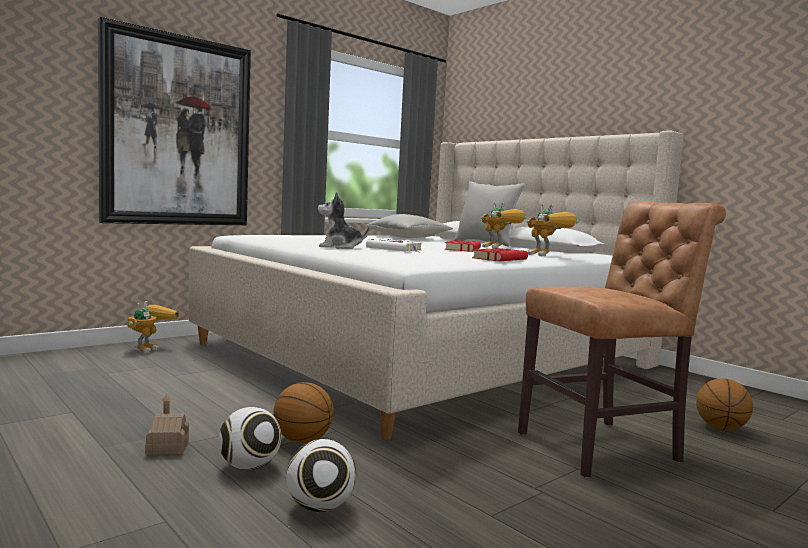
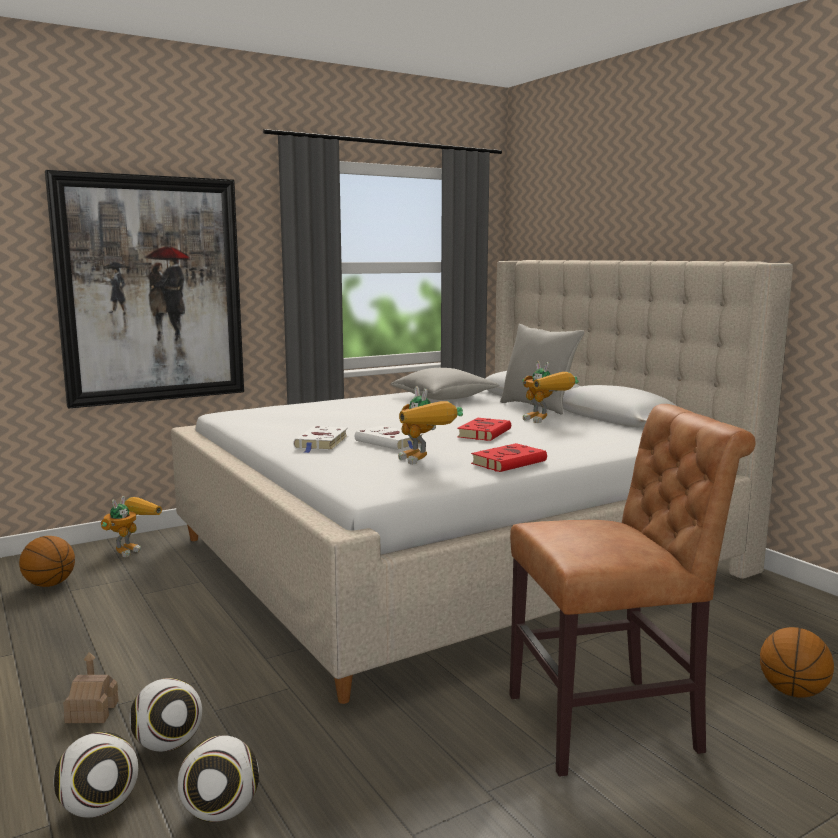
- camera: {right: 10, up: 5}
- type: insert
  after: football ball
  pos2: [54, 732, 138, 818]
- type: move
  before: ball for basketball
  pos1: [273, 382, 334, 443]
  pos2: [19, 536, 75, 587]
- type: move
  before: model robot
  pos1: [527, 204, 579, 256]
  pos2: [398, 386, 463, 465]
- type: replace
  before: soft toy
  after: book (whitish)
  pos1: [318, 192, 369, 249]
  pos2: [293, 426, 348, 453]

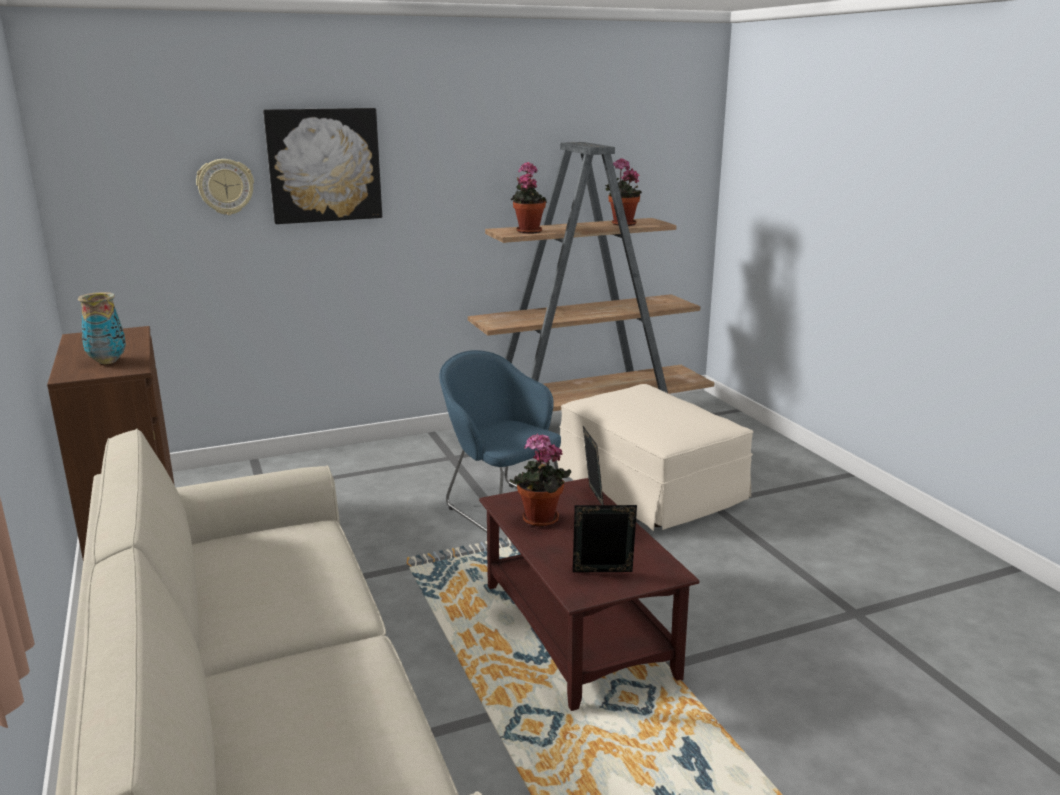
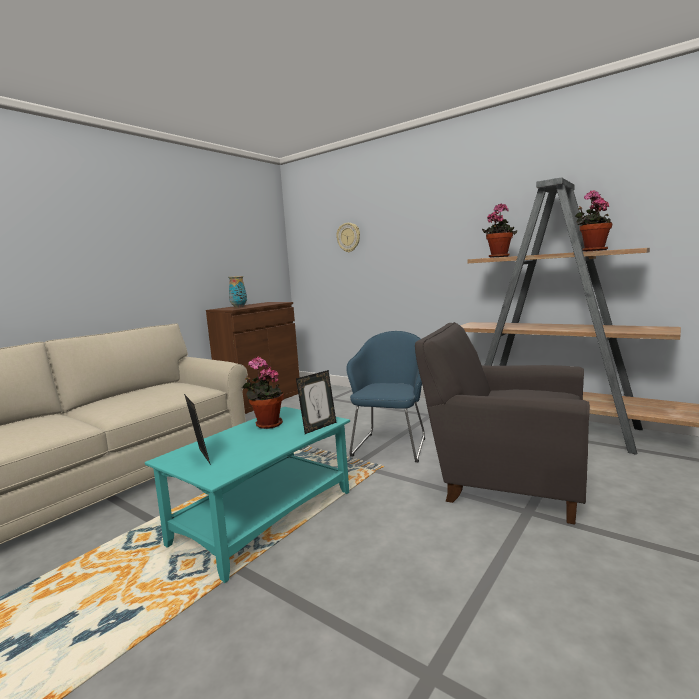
- camera: {right: 60, up: -10}
- type: delete
  before: wall art
  pos1: [263, 108, 382, 224]
- type: replace
  before: footrest (sand-coloured)
  after: easy chair (grey)
  pos1: [557, 384, 753, 531]
  pos2: [415, 322, 590, 525]
- type: recolor
  before: low table (brown)
  after: low table (turquoise-coloured)
  pos1: [479, 478, 699, 711]
  pos2: [145, 407, 350, 583]

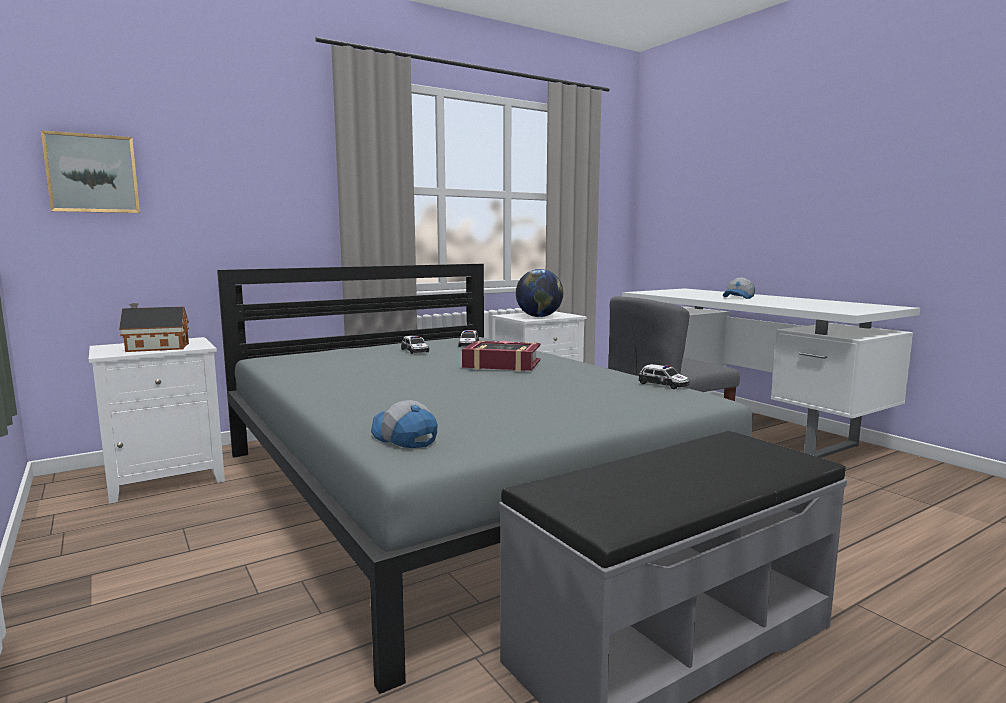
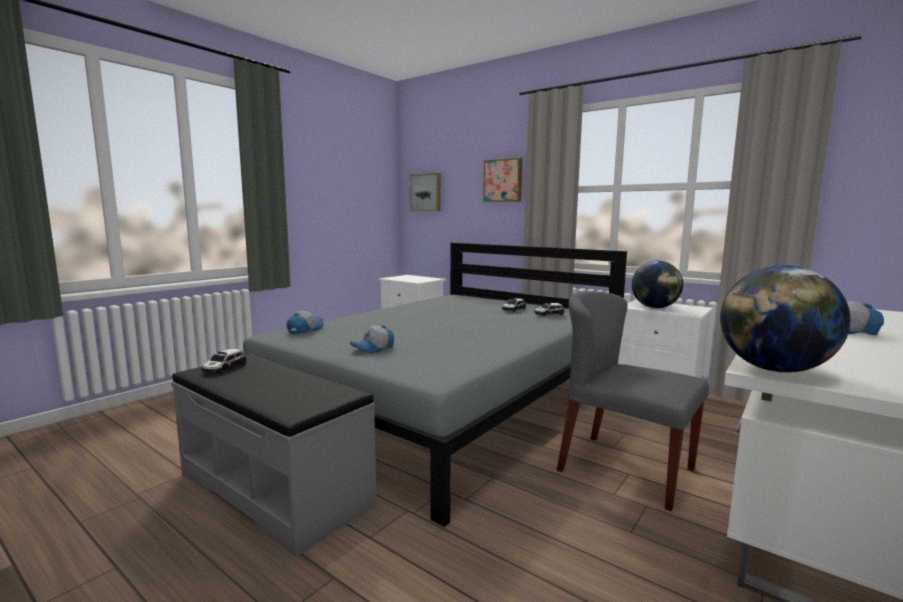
- camera: {right: 70, up: 0}
- type: delete
  before: miniature house
  pos1: [119, 303, 189, 352]
- type: delete
  before: book
  pos1: [462, 340, 541, 371]
- type: insert
  after: baseball cap
  pos2: [350, 325, 394, 353]
- type: insert
  after: wall art
  pos2: [483, 158, 522, 202]
- type: insert
  after: world globe
  pos2: [720, 265, 850, 373]
- type: move
  before: model car
  pos1: [639, 364, 690, 389]
  pos2: [201, 349, 246, 374]

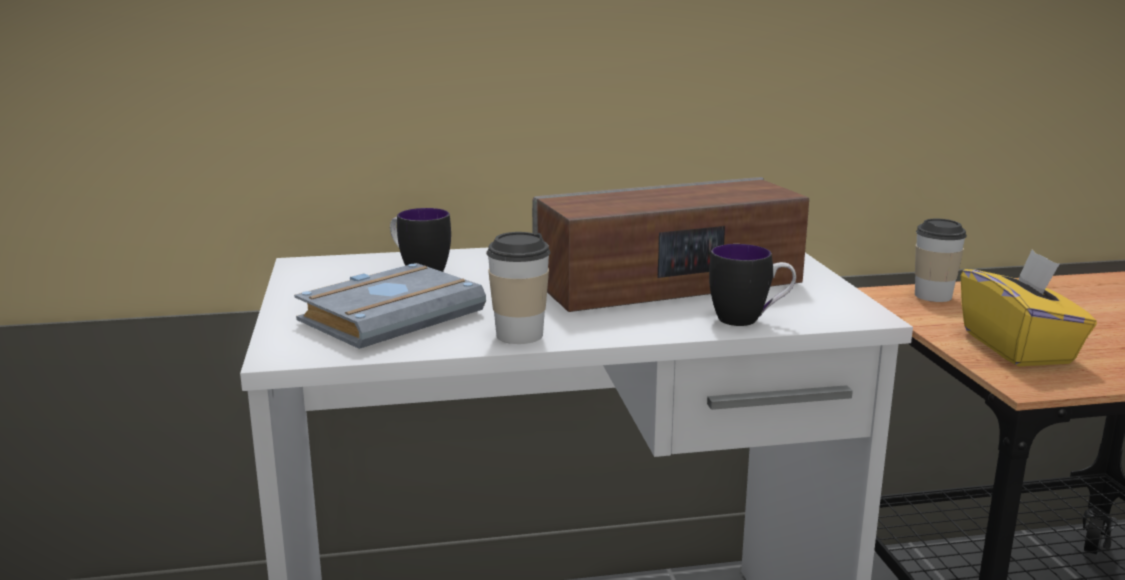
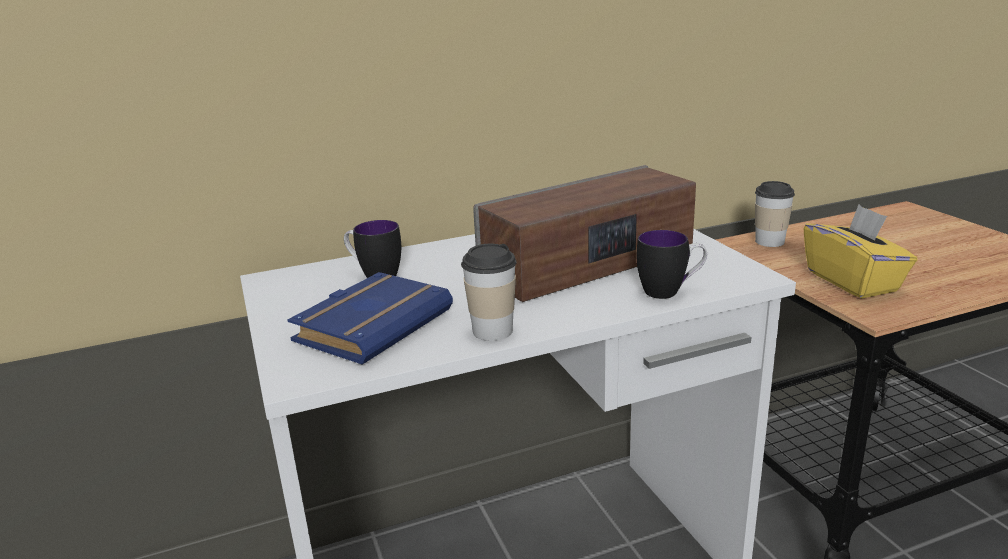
- camera: {right: -10, up: 5}
- type: recolor
  before: book (grey)
  after: book (bluish)
  pos1: [294, 263, 486, 349]
  pos2: [287, 272, 453, 365]

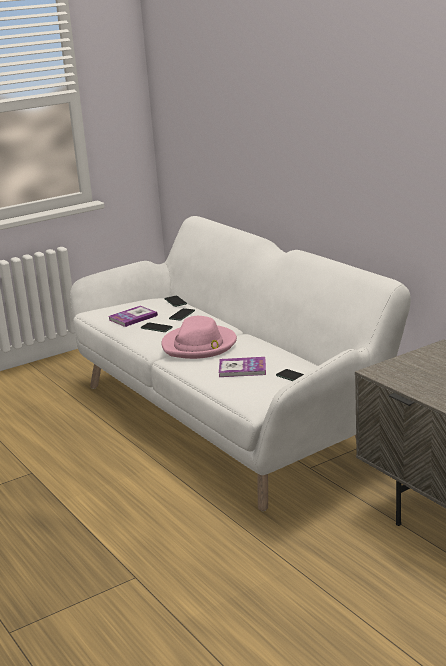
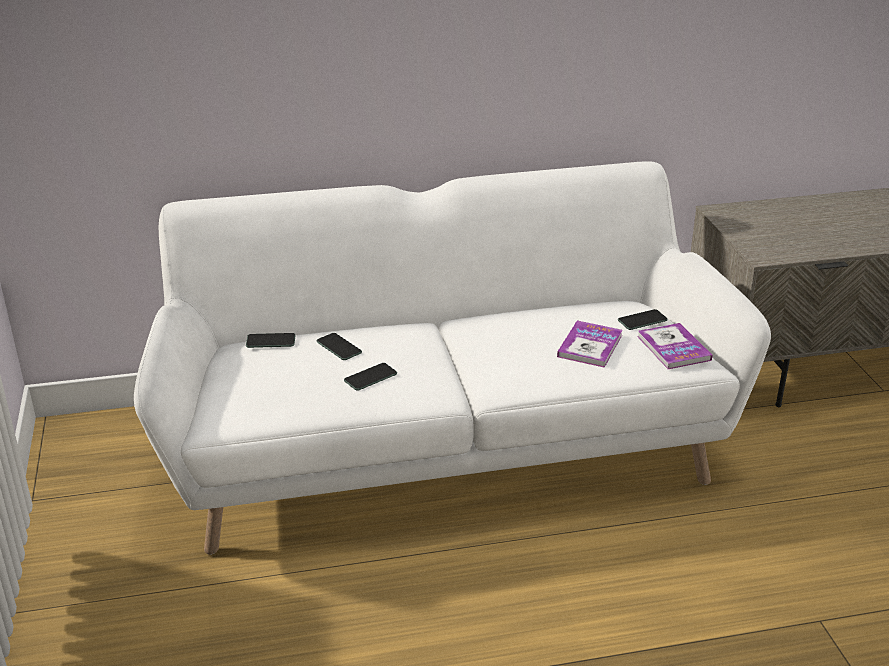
- camera: {right: -70, up: 10}
- type: delete
  before: wearable hat (pinkish)
  pos1: [161, 316, 237, 359]
- type: move
  before: book
  pos1: [109, 306, 158, 327]
  pos2: [637, 323, 713, 369]

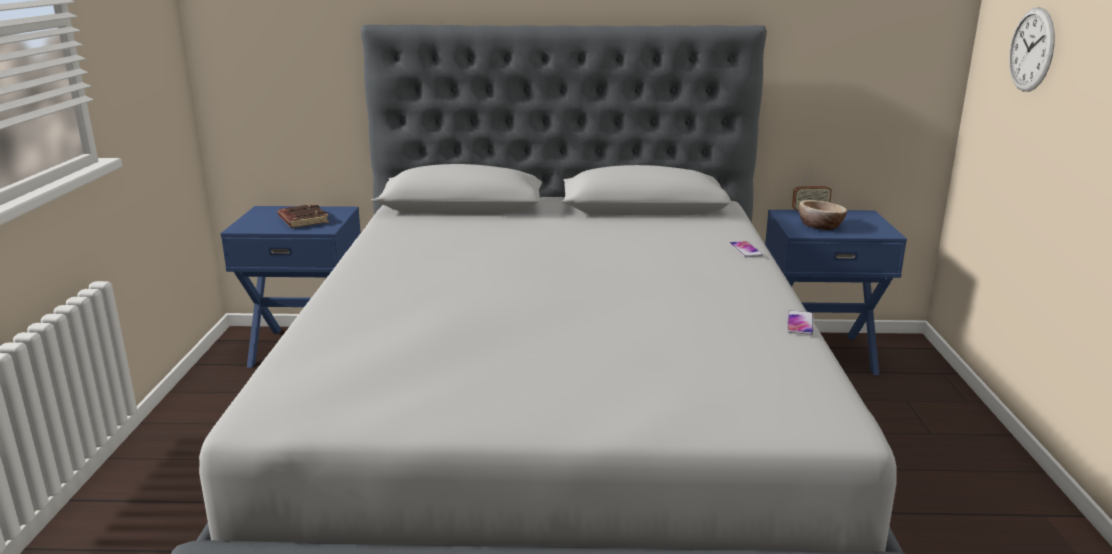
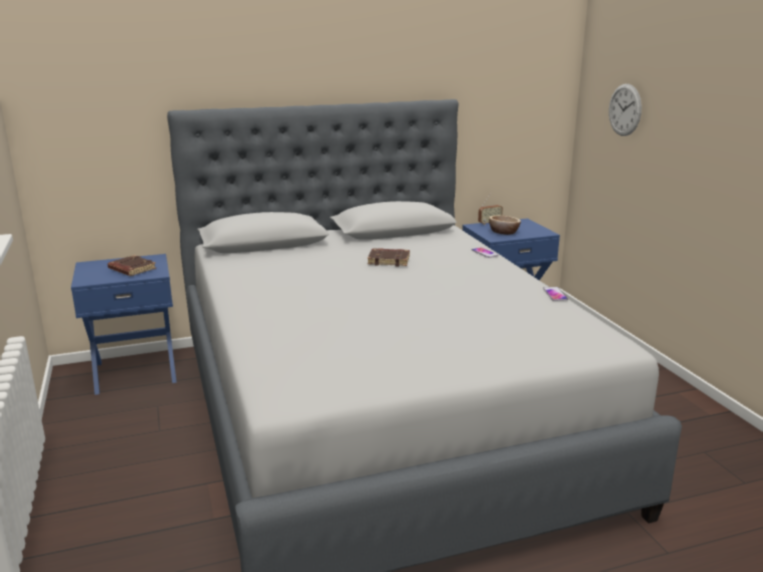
- camera: {right: -20, up: 0}
- type: insert
  after: book (brown)
  pos2: [368, 248, 410, 266]

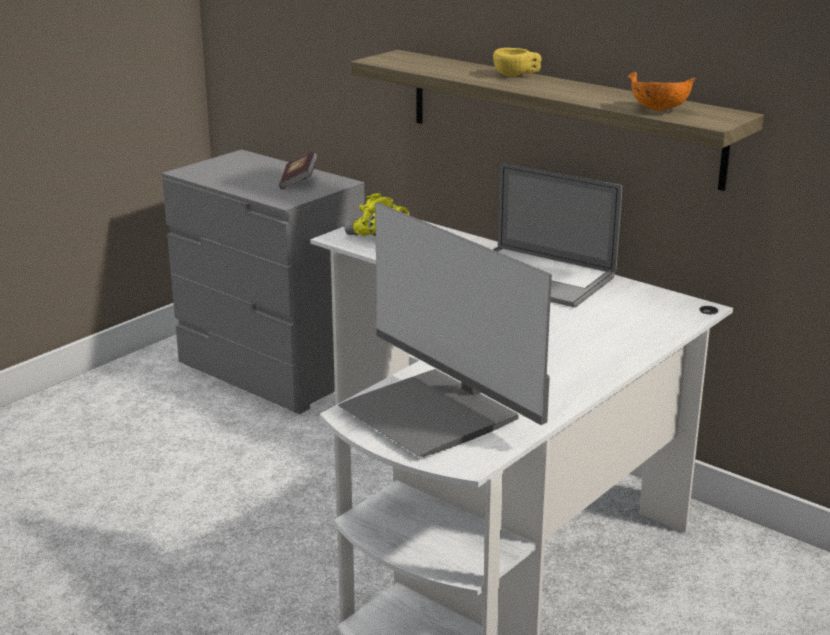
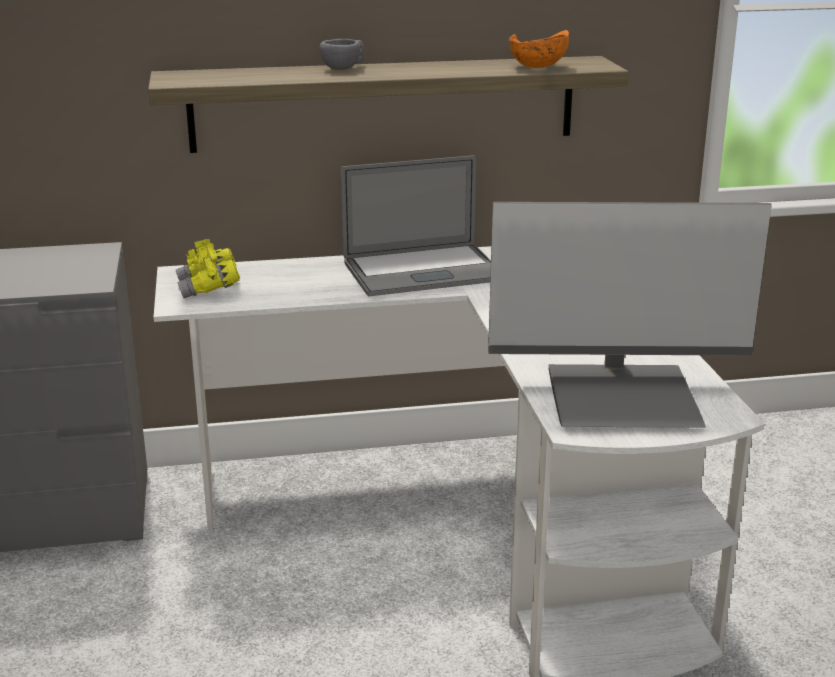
- camera: {right: -50, up: 0}
- type: delete
  before: book
  pos1: [279, 151, 318, 189]
- type: recolor
  before: cup (yellowish)
  after: cup (grey)
  pos1: [493, 48, 542, 76]
  pos2: [320, 39, 364, 70]

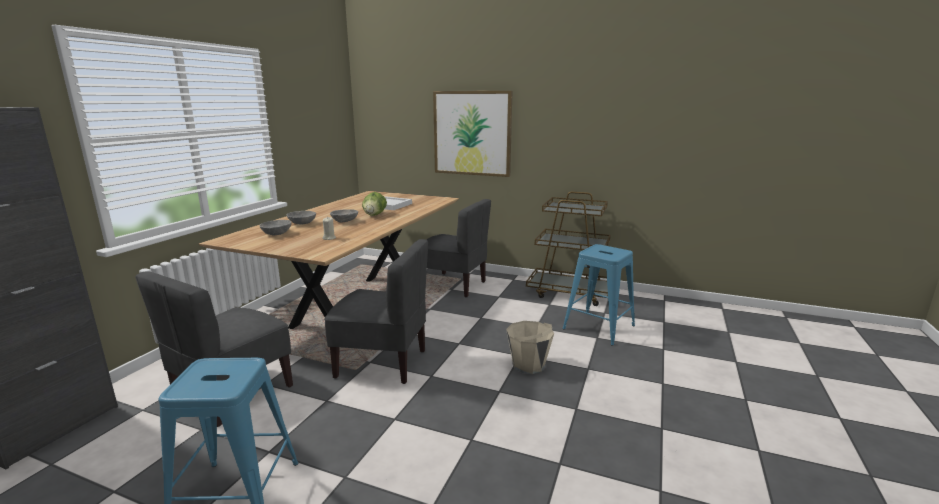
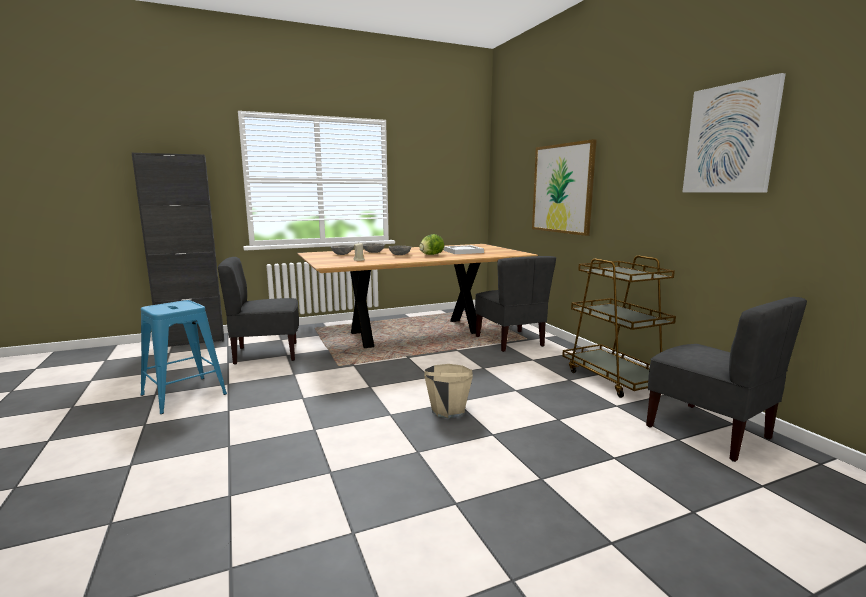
- camera: {right: 45, up: -5}
- type: delete
  before: stool (bluish)
  pos1: [562, 244, 635, 346]
- type: insert
  after: wall art
  pos2: [682, 73, 786, 193]
- type: move
  before: plain chair (grey)
  pos1: [324, 239, 428, 384]
  pos2: [646, 297, 807, 462]

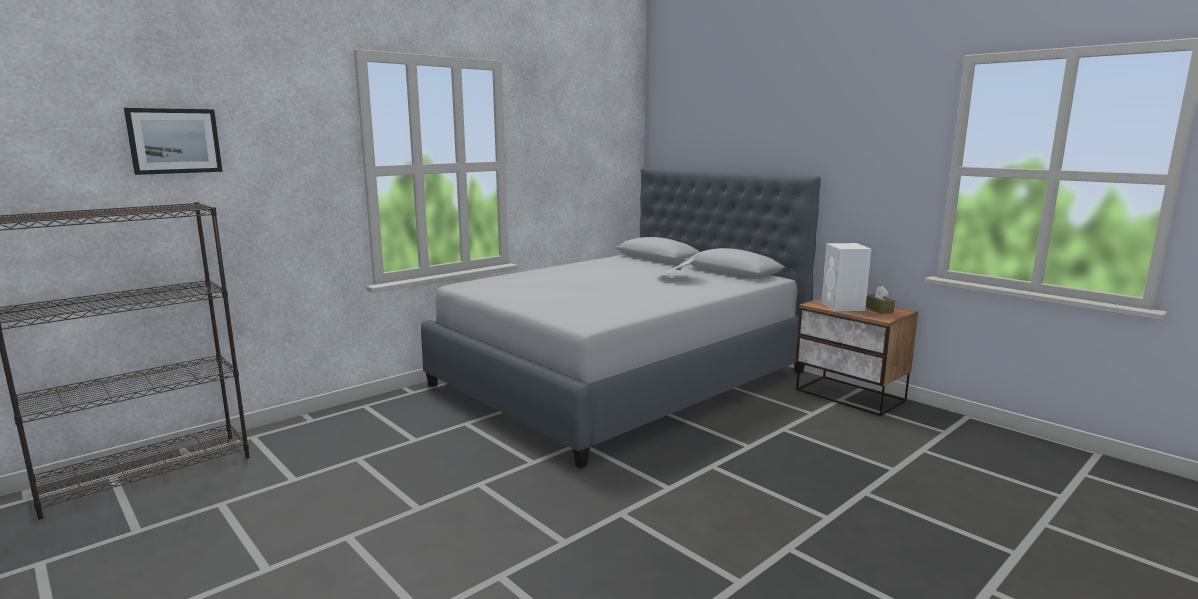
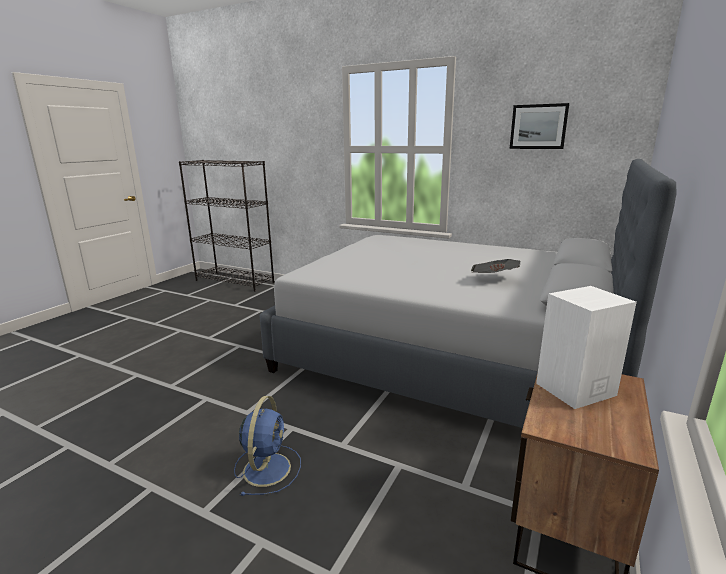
- camera: {right: 70, up: 5}
- type: delete
  before: box of tissues (brown)
  pos1: [866, 286, 895, 314]
- type: insert
  after: fan (bluish)
  pos2: [234, 396, 301, 496]
- type: move
  before: wall art
  pos1: [124, 108, 223, 175]
  pos2: [510, 103, 569, 149]

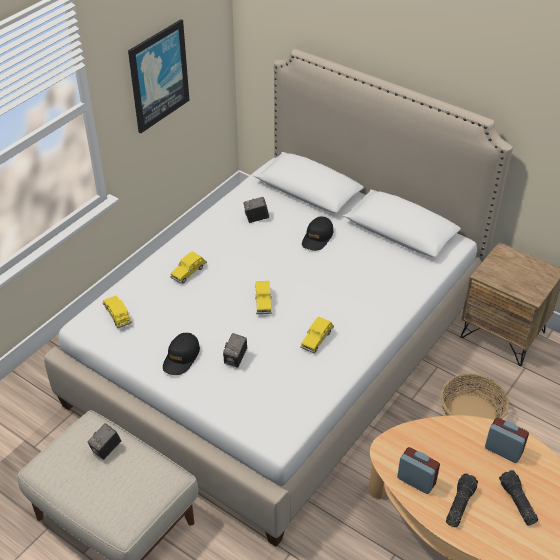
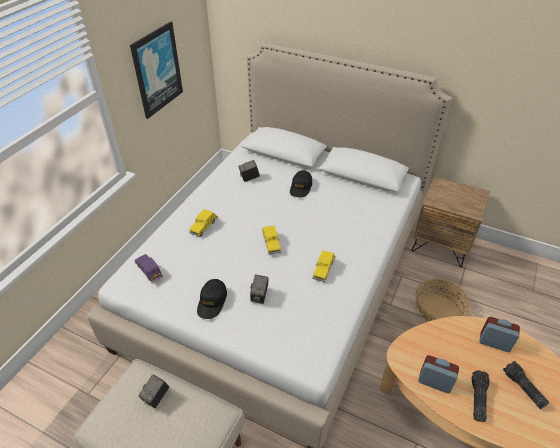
- camera: {right: -10, up: 0}
- type: recolor
  before: model car (yellowish)
  after: model car (purplish)
  pos1: [103, 295, 132, 328]
  pos2: [134, 254, 163, 283]

